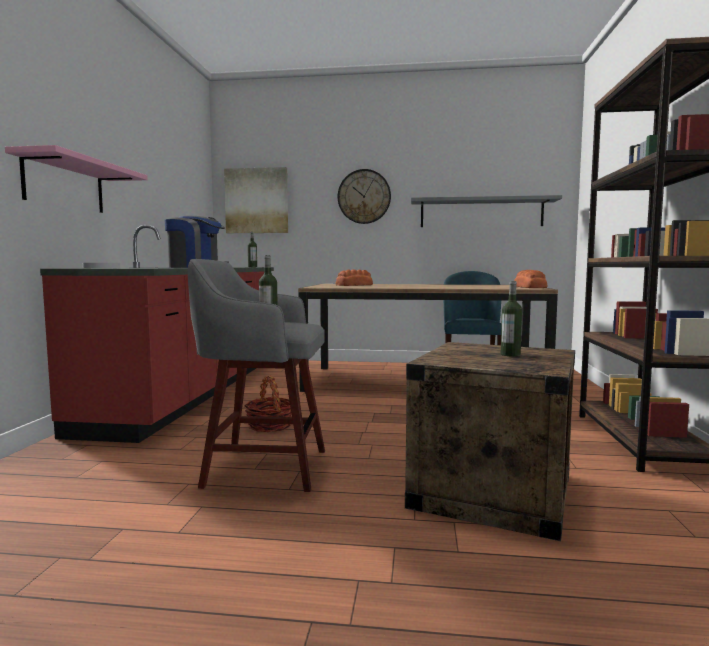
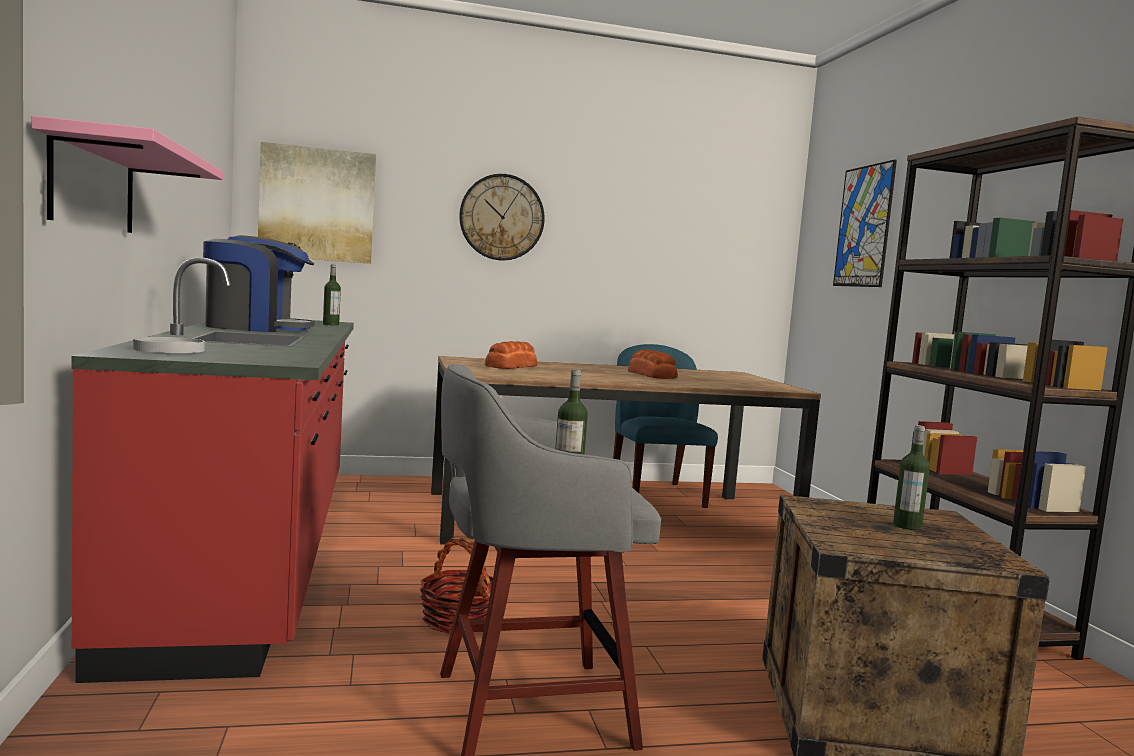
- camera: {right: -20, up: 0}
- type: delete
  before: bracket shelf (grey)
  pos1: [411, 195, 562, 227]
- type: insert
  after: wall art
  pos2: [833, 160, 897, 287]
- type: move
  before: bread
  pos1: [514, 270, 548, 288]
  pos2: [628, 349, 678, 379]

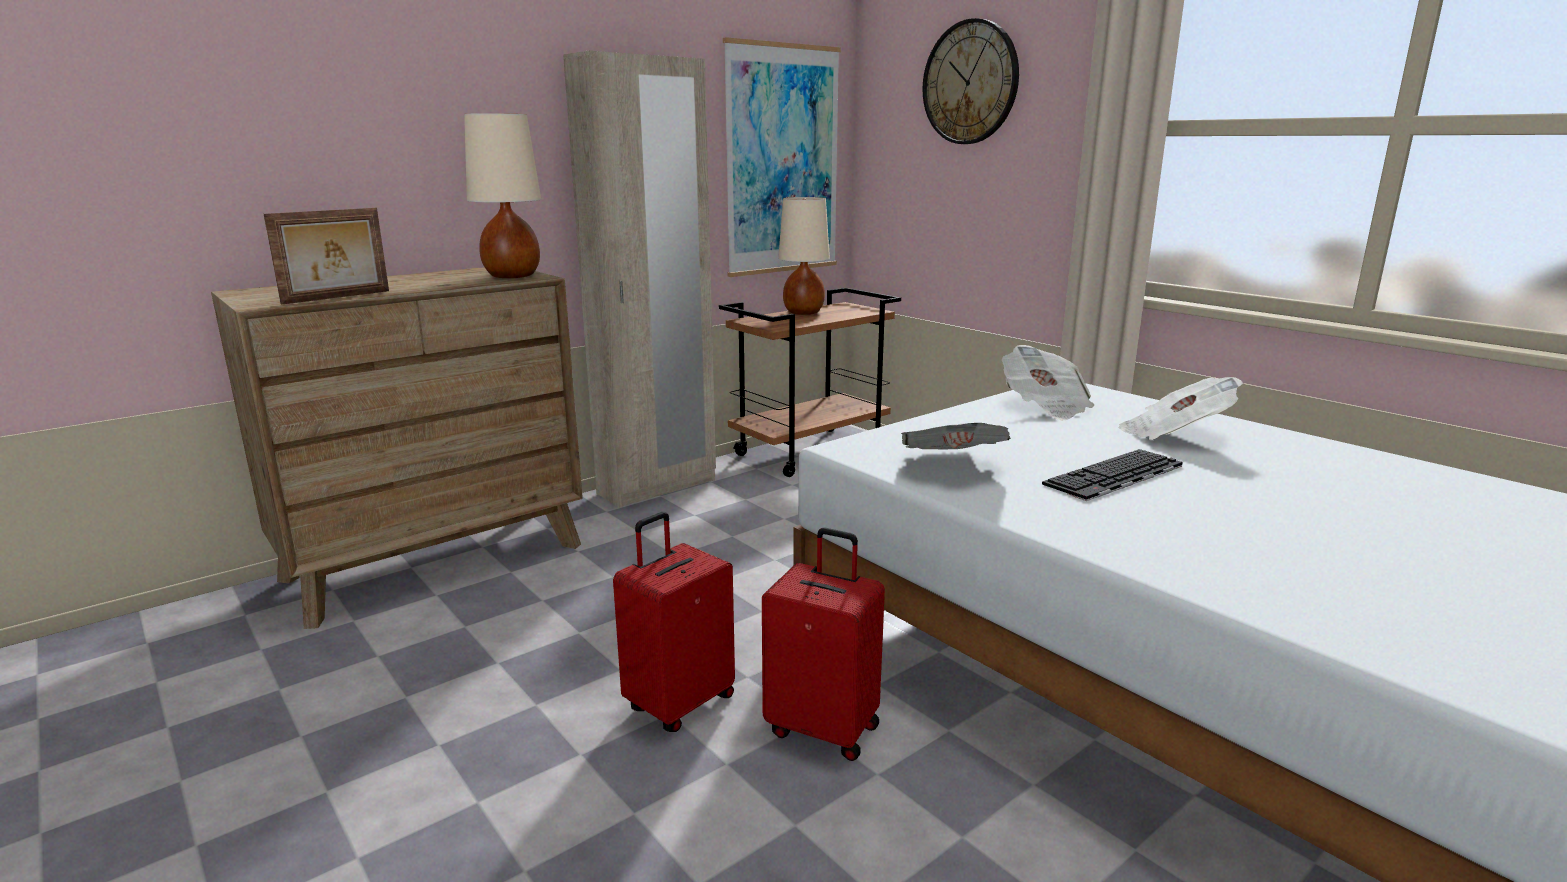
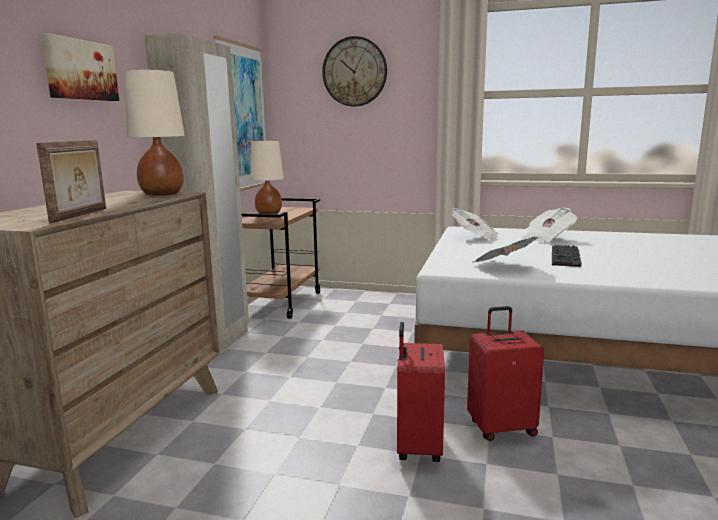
- camera: {right: -35, up: -5}
- type: insert
  after: wall art
  pos2: [41, 33, 119, 101]

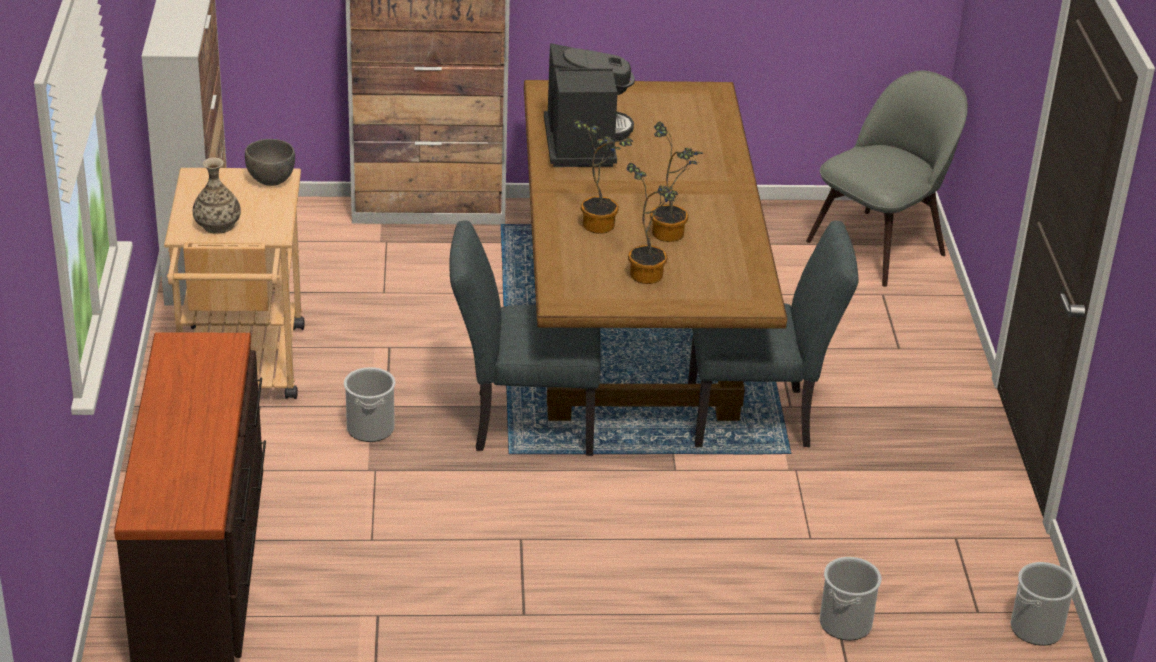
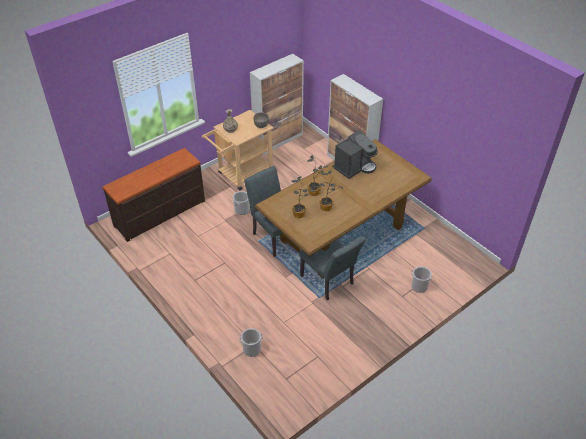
- camera: {right: 55, up: 10}
- type: delete
  before: plain chair (grey)
  pos1: [806, 70, 968, 287]
- type: move
  before: water bucket
  pos1: [1011, 562, 1076, 646]
  pos2: [411, 266, 433, 293]

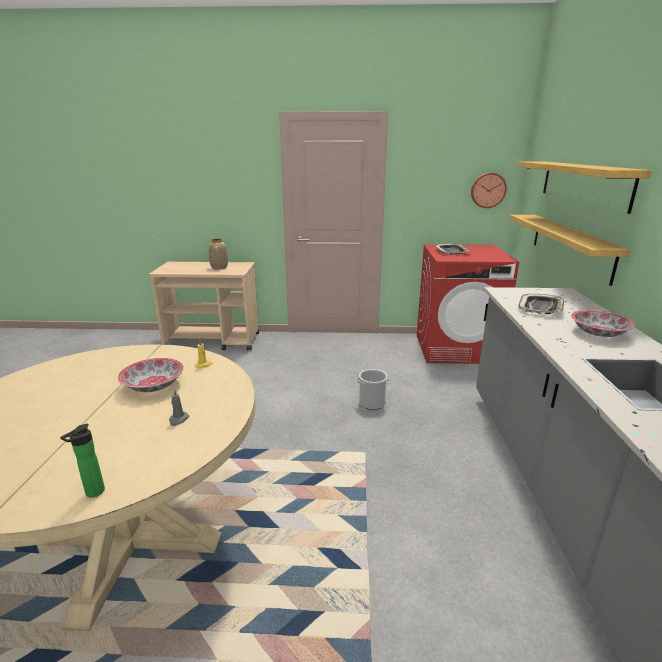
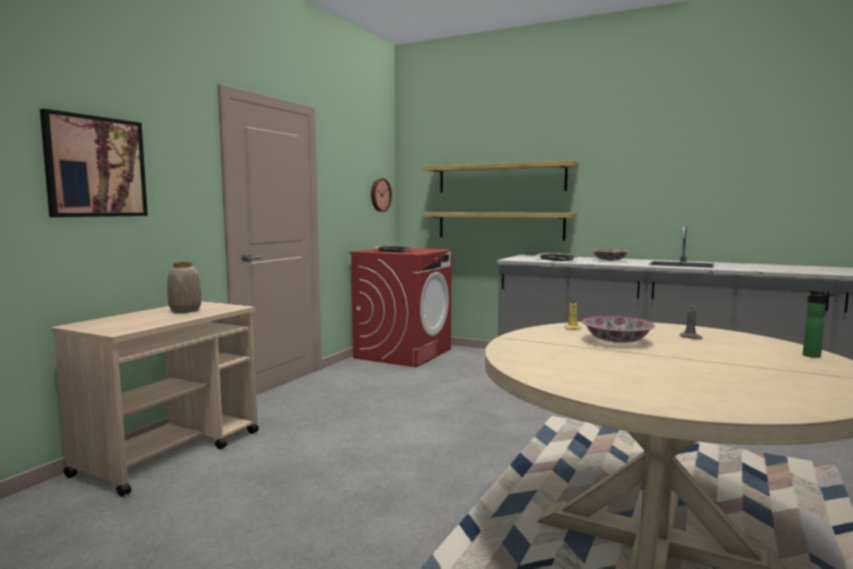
- camera: {right: -65, up: -15}
- type: delete
  before: water bucket
  pos1: [356, 369, 390, 410]
- type: insert
  after: wall art
  pos2: [40, 109, 148, 217]

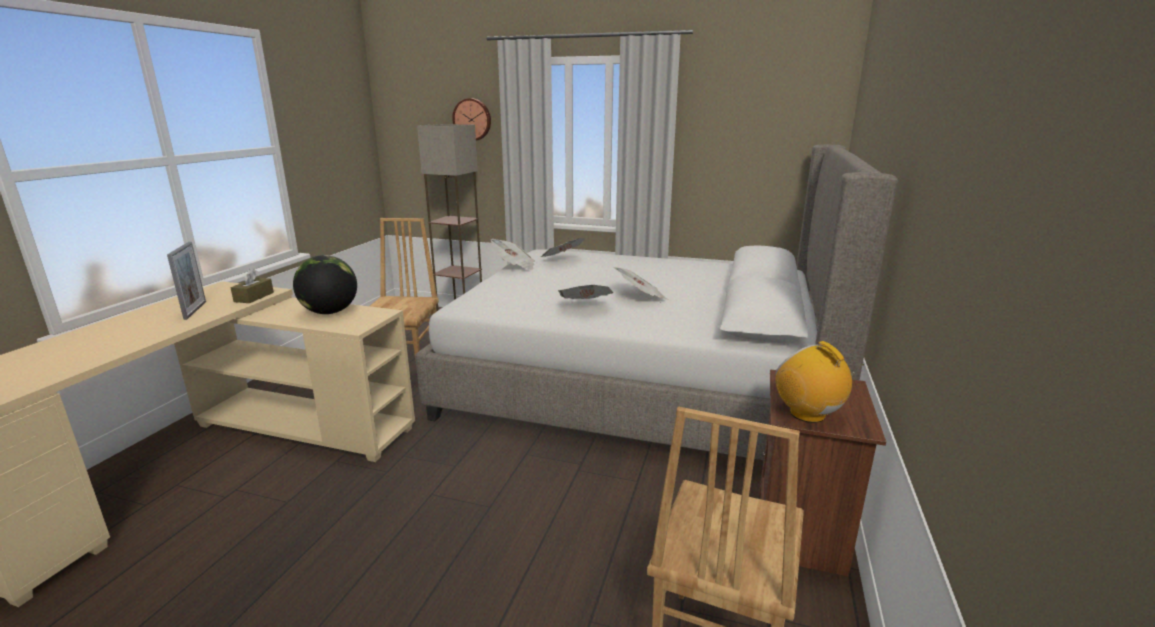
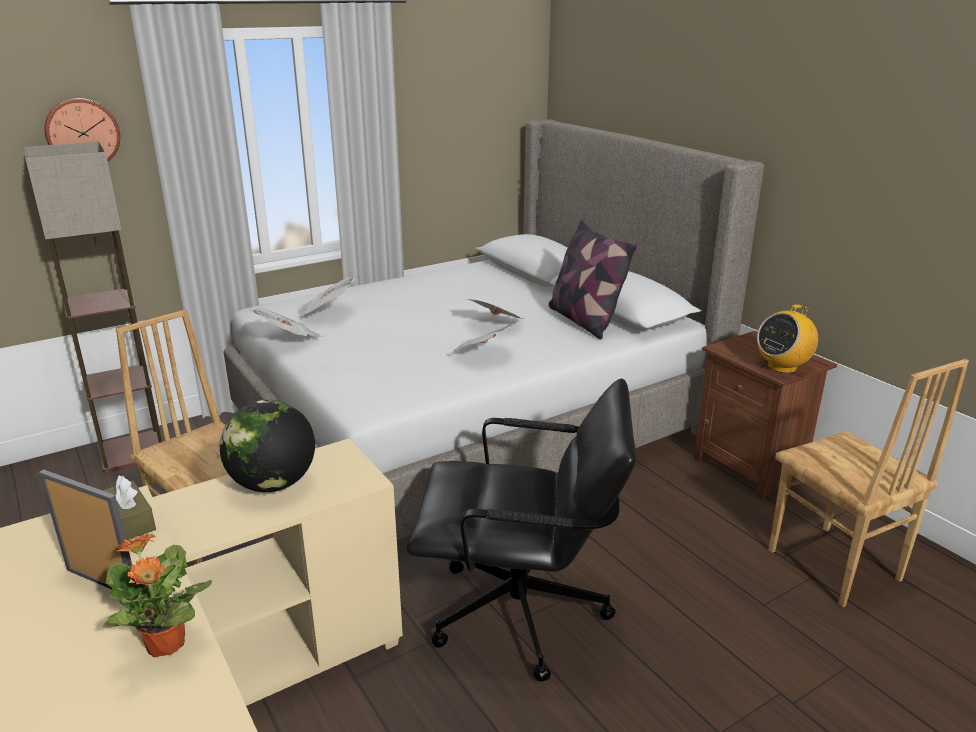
- camera: {right: -50, up: 5}
- type: insert
  after: potted plant
  pos2: [103, 533, 212, 657]
- type: insert
  after: desk chair (black-coloured)
  pos2: [407, 378, 636, 682]
- type: insert
  after: cushion
  pos2: [548, 220, 637, 340]
- type: rotate
  before: radio receiver
  pos1: [775, 341, 864, 423]
  pos2: [757, 304, 818, 373]
  turn: -45

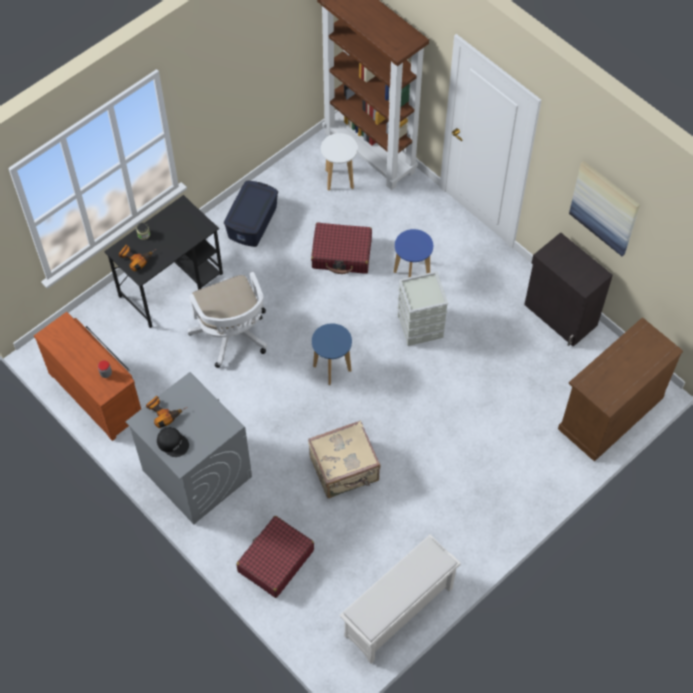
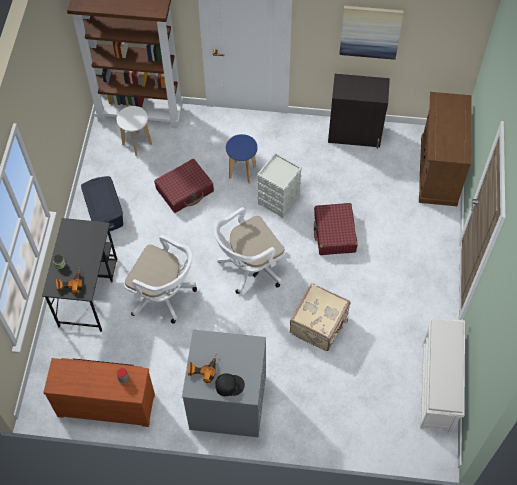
- camera: {right: -40, up: 0}
- type: move
  before: piece of luggage (reddish)
  pos1: [236, 516, 314, 598]
  pos2: [314, 203, 358, 255]
- type: replace
  before: stool (bluish)
  after: desk chair (whitish)
  pos1: [312, 323, 352, 385]
  pos2: [214, 207, 285, 294]

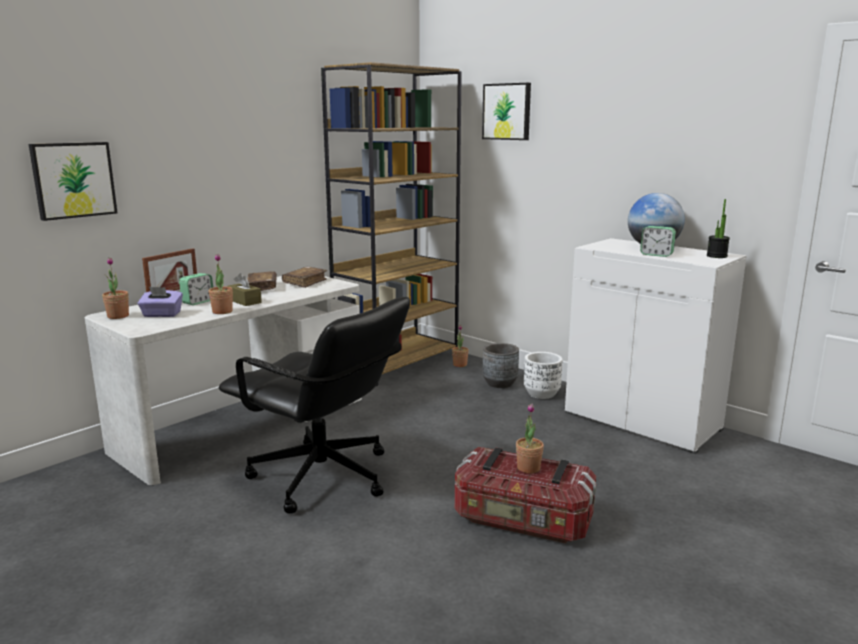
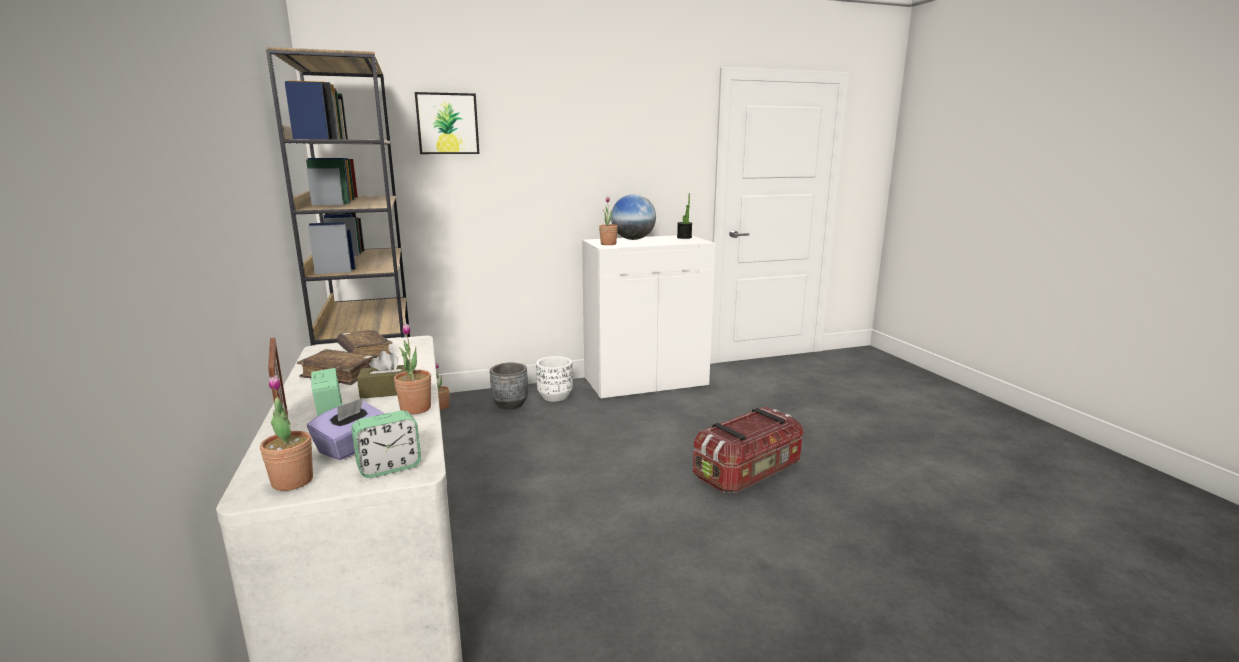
- camera: {right: -60, up: 0}
- type: delete
  before: wall art
  pos1: [29, 142, 118, 221]
- type: delete
  before: desk chair (black-coloured)
  pos1: [219, 297, 410, 514]
- type: move
  before: potted plant
  pos1: [516, 404, 544, 474]
  pos2: [599, 196, 618, 245]
- type: move
  before: table clock
  pos1: [640, 226, 676, 257]
  pos2: [351, 410, 421, 478]

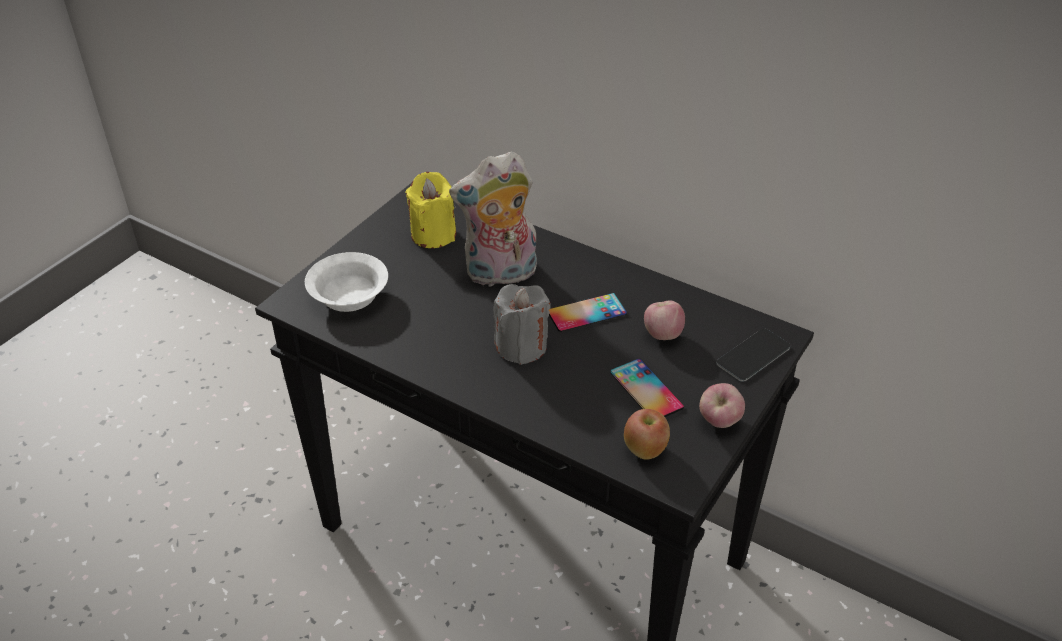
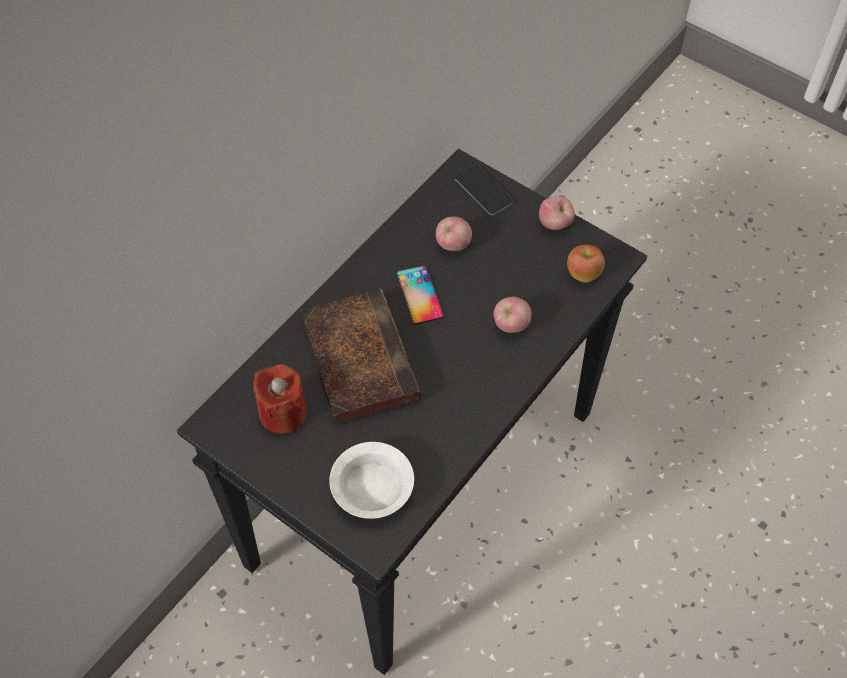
- camera: {right: -85, up: 15}
- type: delete
  before: wax light (grey)
  pos1: [493, 284, 551, 365]
- type: delete
  before: telephone
  pos1: [610, 359, 684, 417]
- type: insert
  after: apple fruit
  pos2: [493, 296, 531, 333]
- type: replace
  before: soft toy
  after: book
  pos1: [449, 151, 537, 287]
  pos2: [300, 288, 421, 425]
- type: recolor
  before: wax light (yellowish)
  after: wax light (reddish)
  pos1: [405, 172, 456, 248]
  pos2: [253, 364, 307, 434]

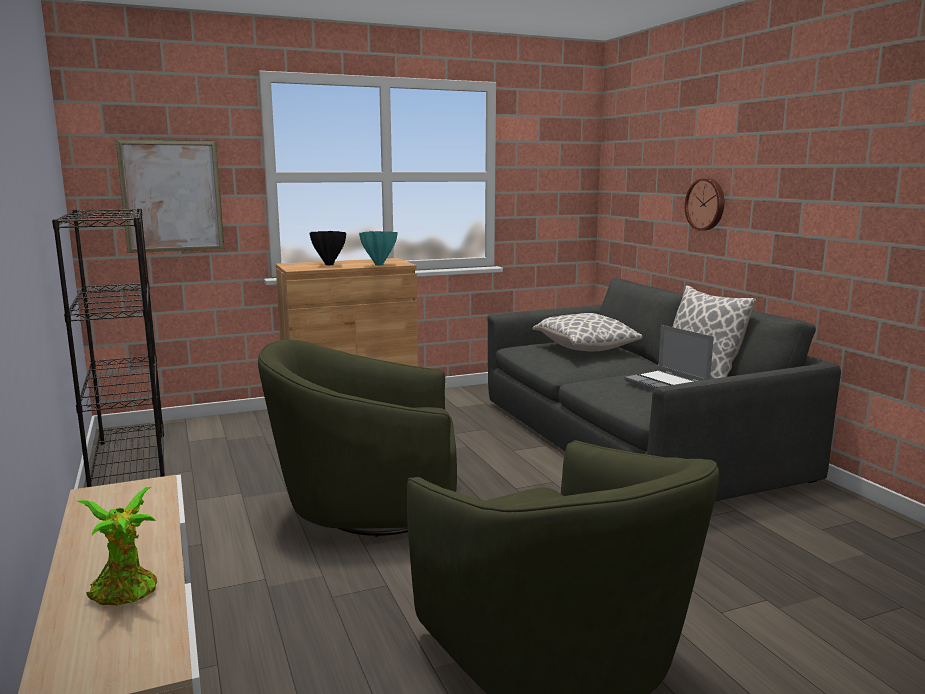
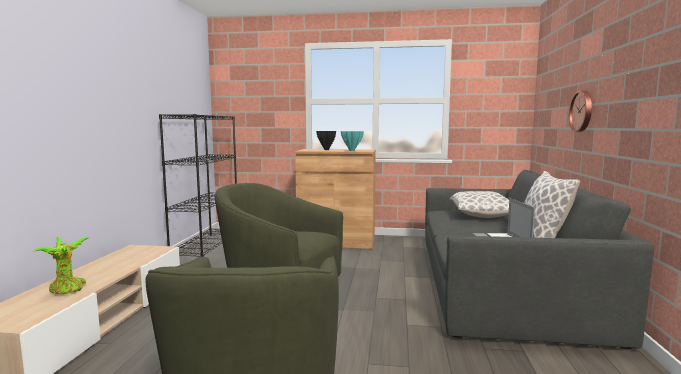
- camera: {right: 30, up: -5}
- type: delete
  before: wall art
  pos1: [116, 139, 224, 253]

